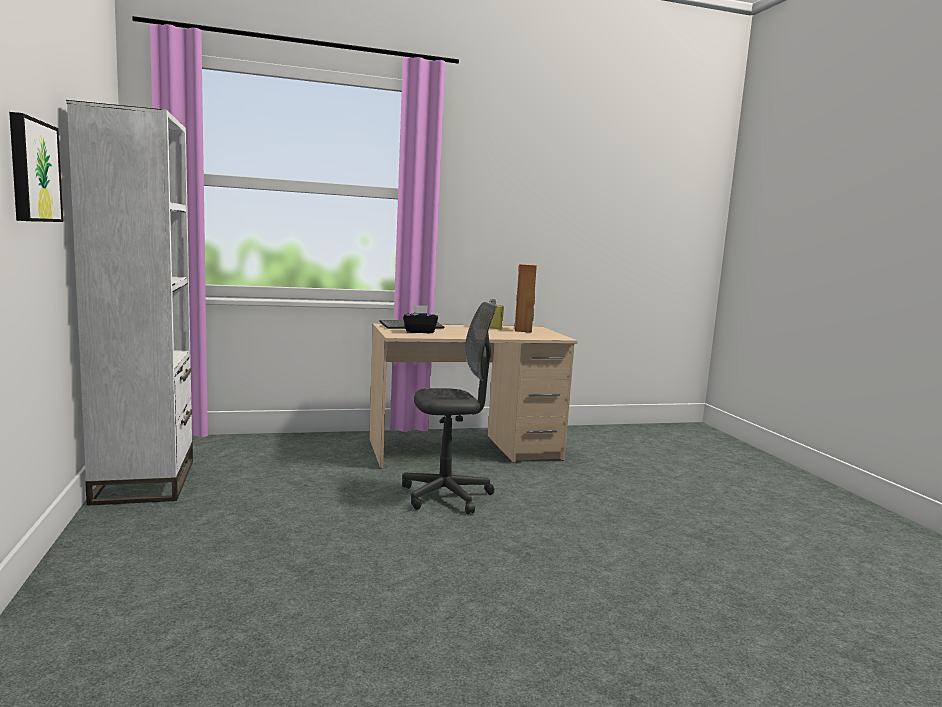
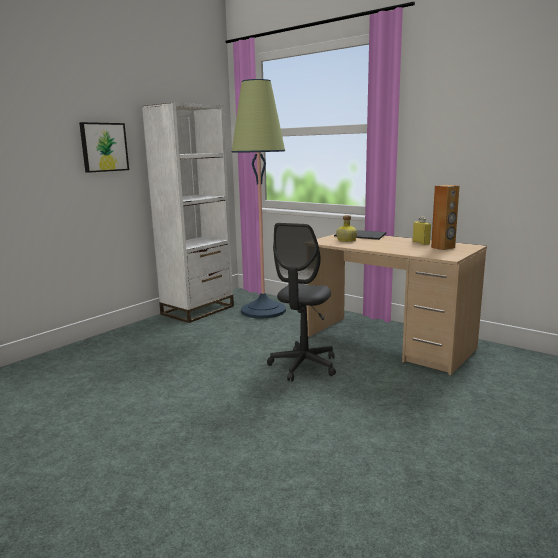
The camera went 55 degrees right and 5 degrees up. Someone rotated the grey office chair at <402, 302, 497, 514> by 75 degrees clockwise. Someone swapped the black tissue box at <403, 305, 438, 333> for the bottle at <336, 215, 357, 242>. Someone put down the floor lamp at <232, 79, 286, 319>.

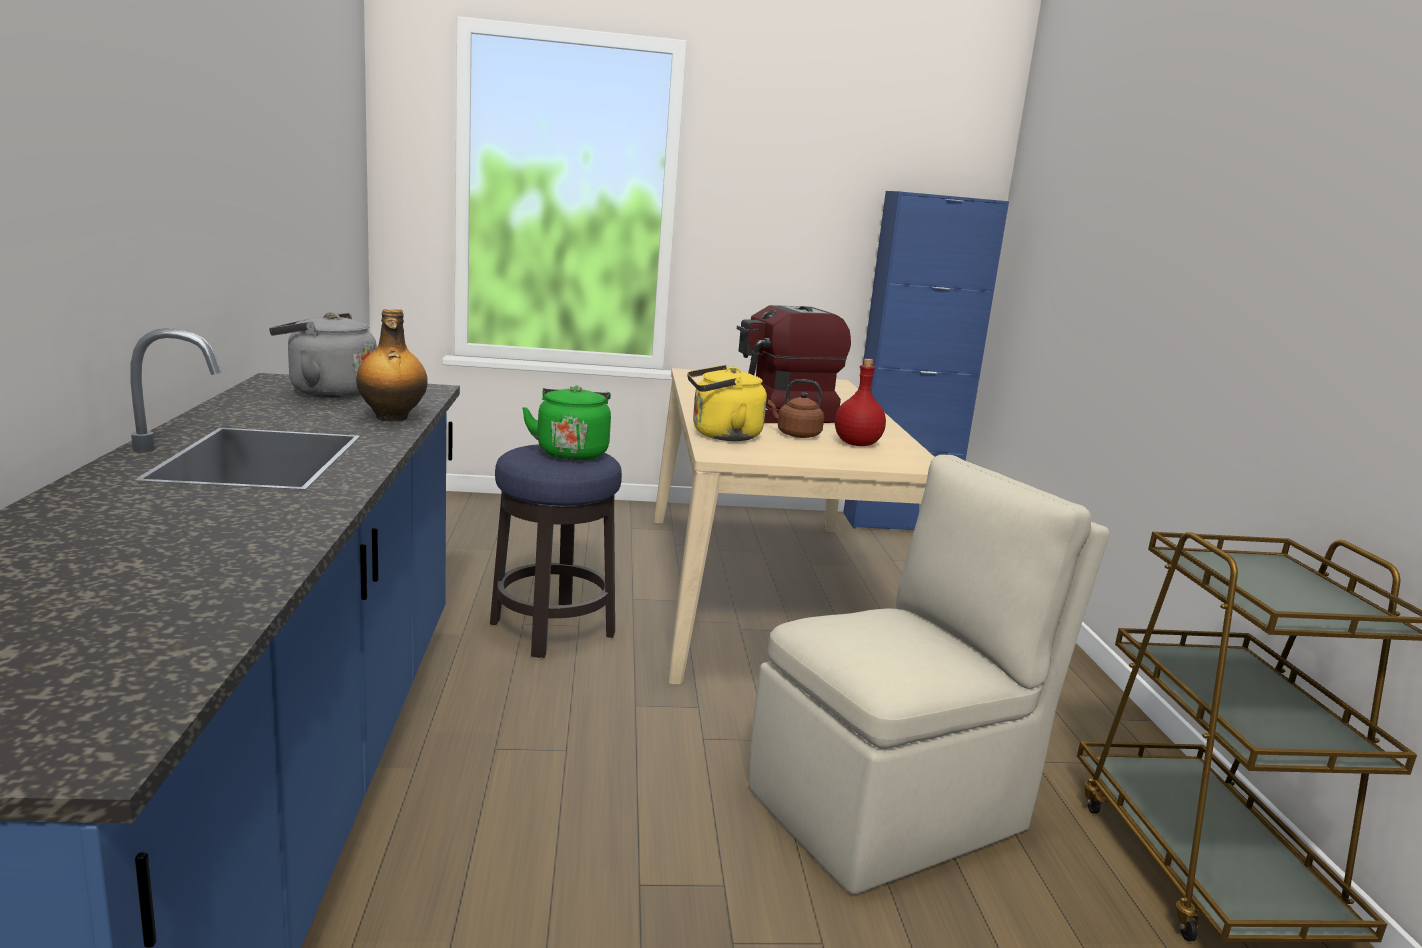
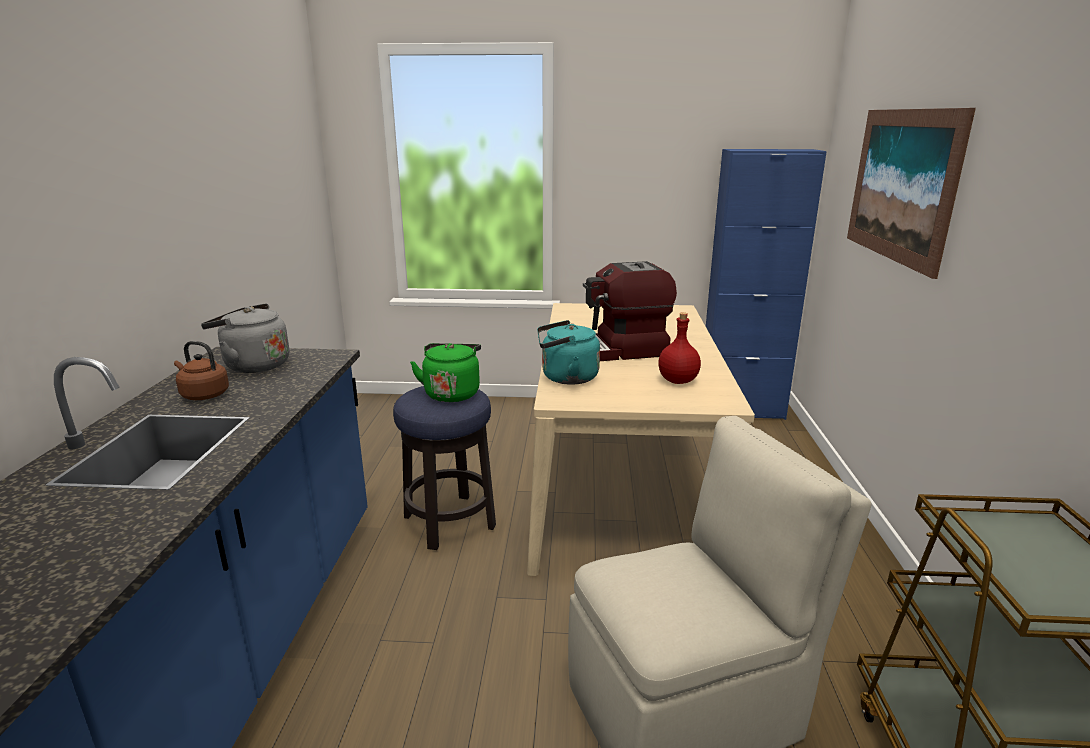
The camera went 10 degrees right and 5 degrees up. Someone took away the bottle at <356, 309, 428, 422>. Someone repainted the yellow kettle at <687, 365, 767, 441>, which became the turquoise kettle at <537, 320, 600, 385>. Someone carried the brown kettle from <768, 379, 824, 438> to <174, 341, 229, 400>. Someone put up the picture at <847, 108, 976, 279>.

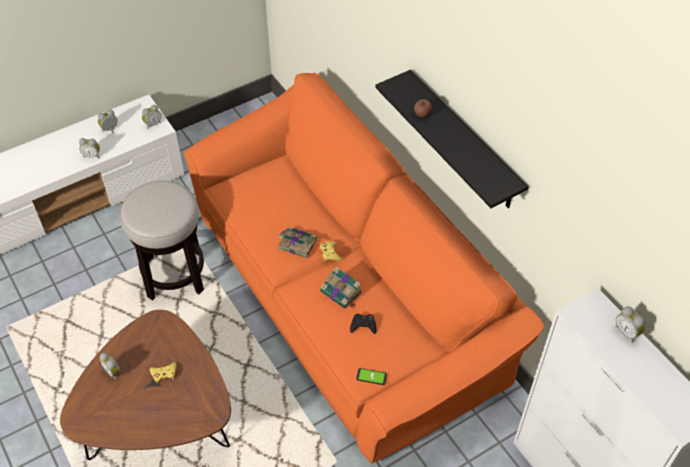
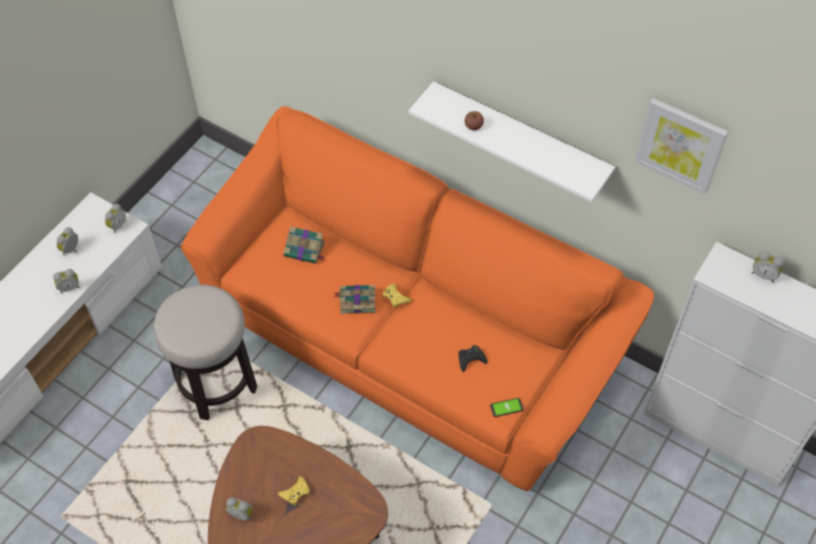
The camera went 25 degrees left and 5 degrees up. Someone repainted the black shelf at <375, 70, 529, 208>, which became the white shelf at <409, 81, 615, 202>. Someone carried the book from <320, 267, 362, 309> to <284, 226, 325, 264>. Someone put up the picture at <635, 98, 728, 194>.

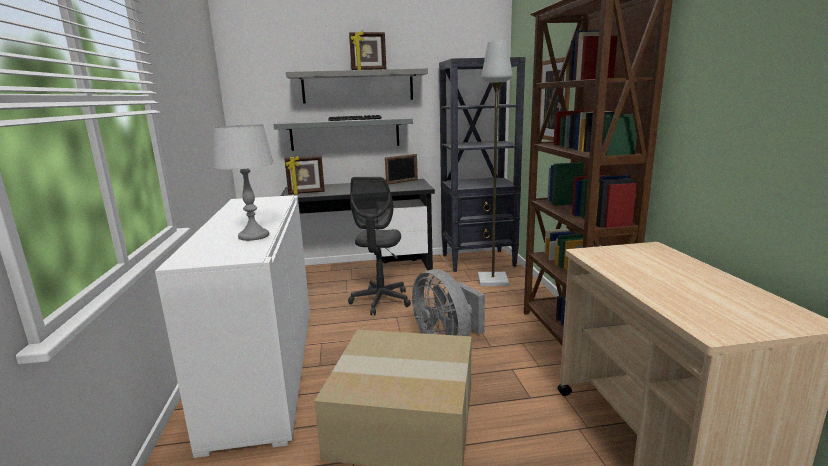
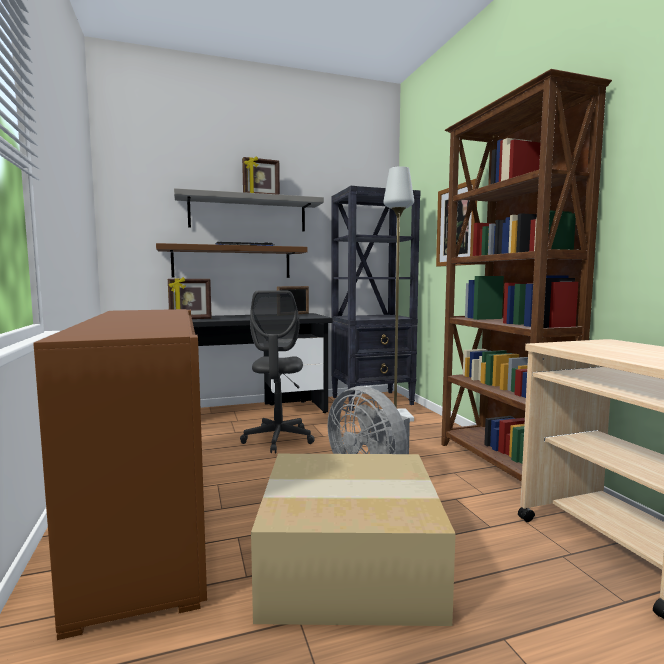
The camera went 10 degrees left and 10 degrees down. Someone repainted the grey shelf at <273, 117, 413, 151>, which became the brown shelf at <156, 243, 307, 278>. Someone took away the grey table lamp at <213, 124, 274, 241>. Someone repainted the white cabinet at <155, 195, 310, 458>, which became the brown cabinet at <33, 309, 207, 640>.

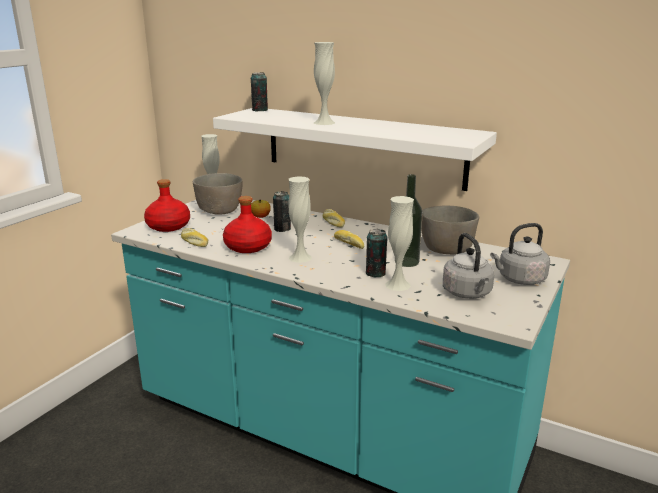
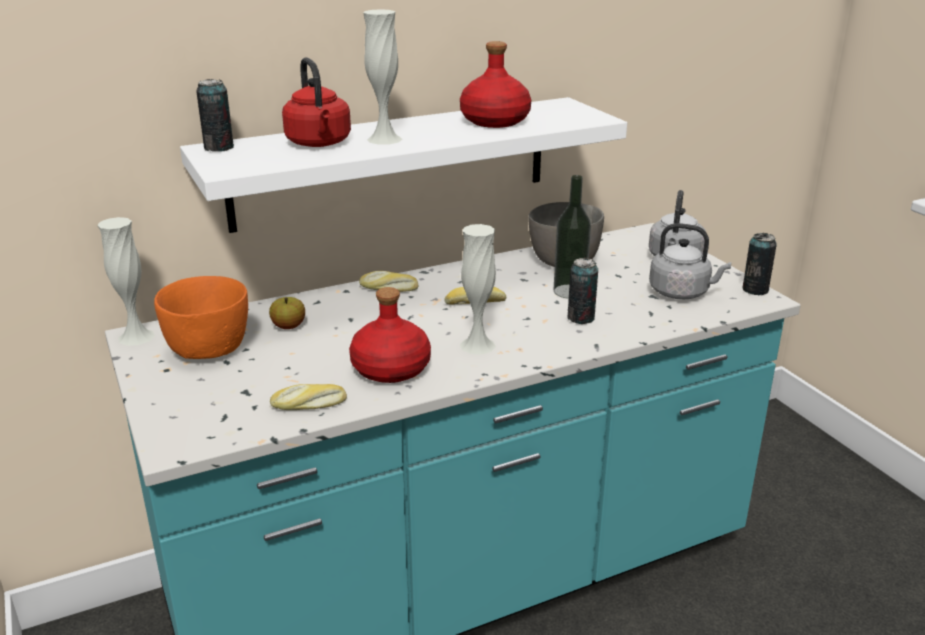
The camera went 55 degrees left and 5 degrees up. Someone repainted the grey bowl at <193, 173, 243, 215>, which became the orange bowl at <154, 276, 248, 359>. Someone carried the red bottle from <144, 179, 190, 232> to <460, 41, 531, 128>. Someone carried the can from <273, 191, 291, 232> to <743, 233, 777, 295>. Someone took away the white vase at <385, 196, 414, 291>. Someone put down the red kettle at <282, 57, 351, 147>.

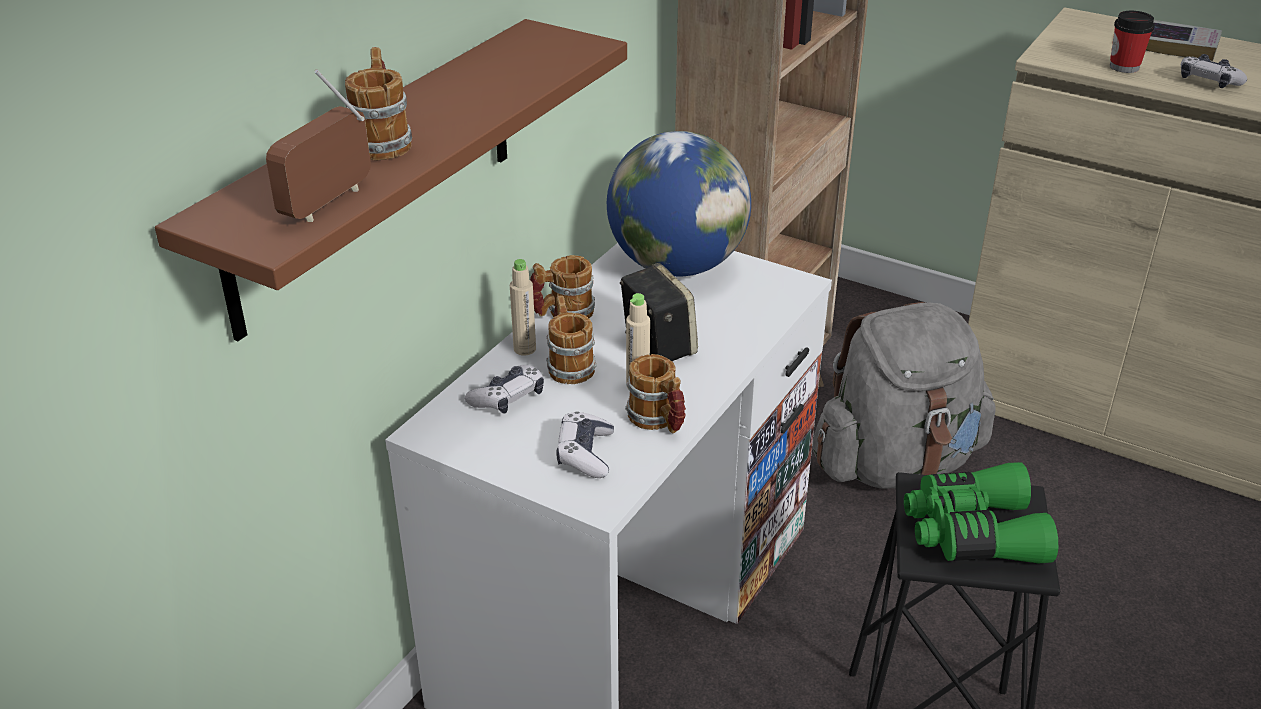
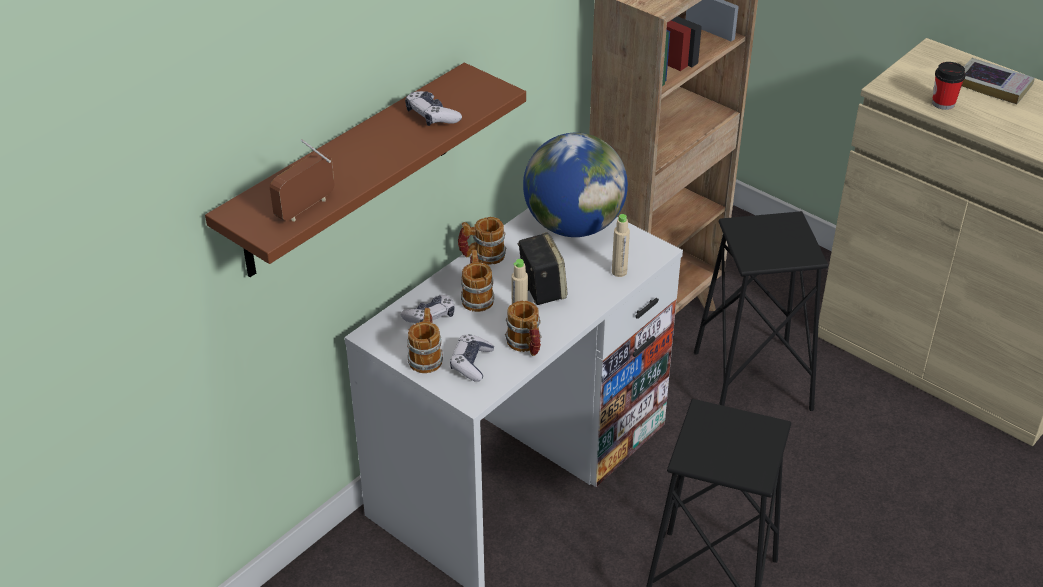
The camera went 10 degrees right and 5 degrees up. Someone carried the mug from <345, 47, 412, 160> to <407, 308, 443, 373>. Someone carried the game controller from <1181, 54, 1247, 88> to <405, 91, 462, 126>. Someone carried the beige bottle from <510, 259, 536, 356> to <612, 214, 630, 277>. Someone swapped the grey backpack at <812, 302, 996, 489> for the black stool at <694, 211, 828, 411>. Someone took away the green binoculars at <904, 462, 1058, 563>.

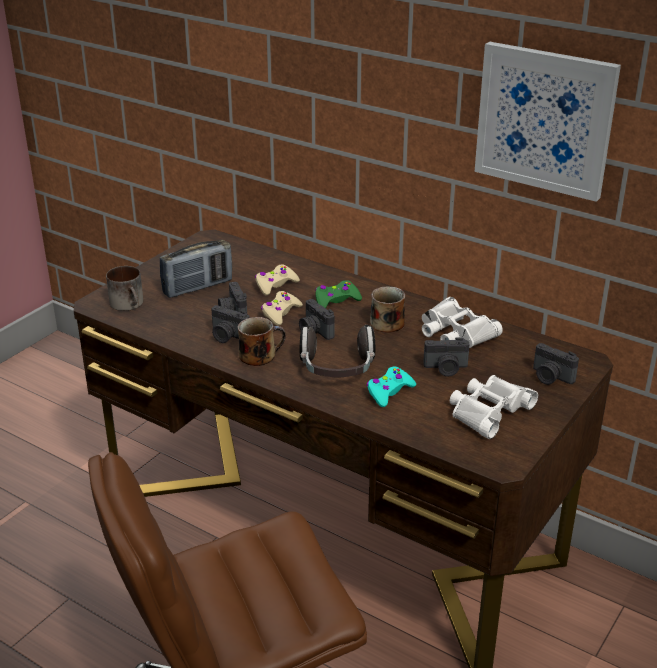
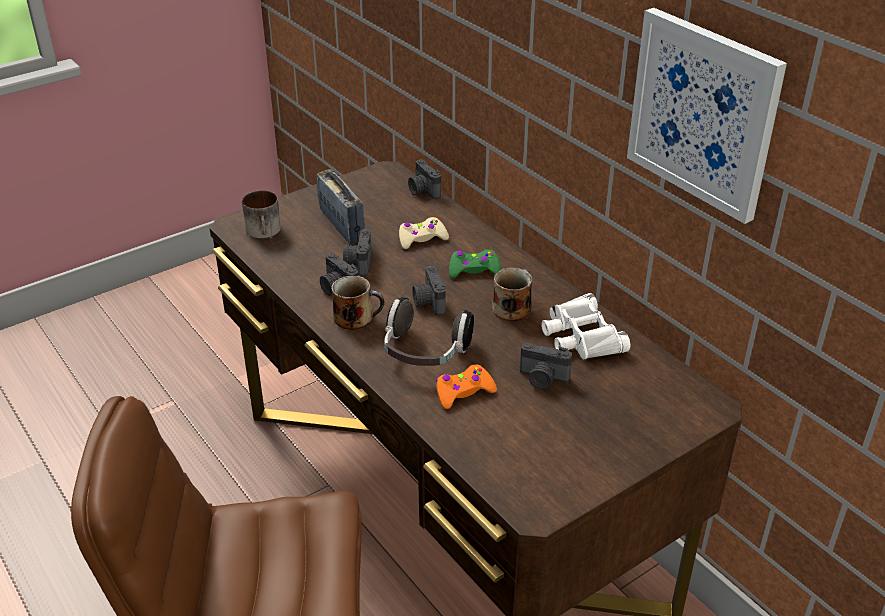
The camera went 20 degrees right and 5 degrees up. Someone rotated the radio at <160, 240, 232, 298> by 105 degrees counterclockwise. Someone took away the beige game controller at <261, 291, 303, 326>. Someone carried the photo camera from <533, 343, 579, 385> to <408, 160, 441, 199>. Someone repainted the turquoise game controller at <366, 366, 416, 407>, which became the orange game controller at <436, 365, 497, 409>. Someone took away the white binoculars at <450, 375, 538, 439>.

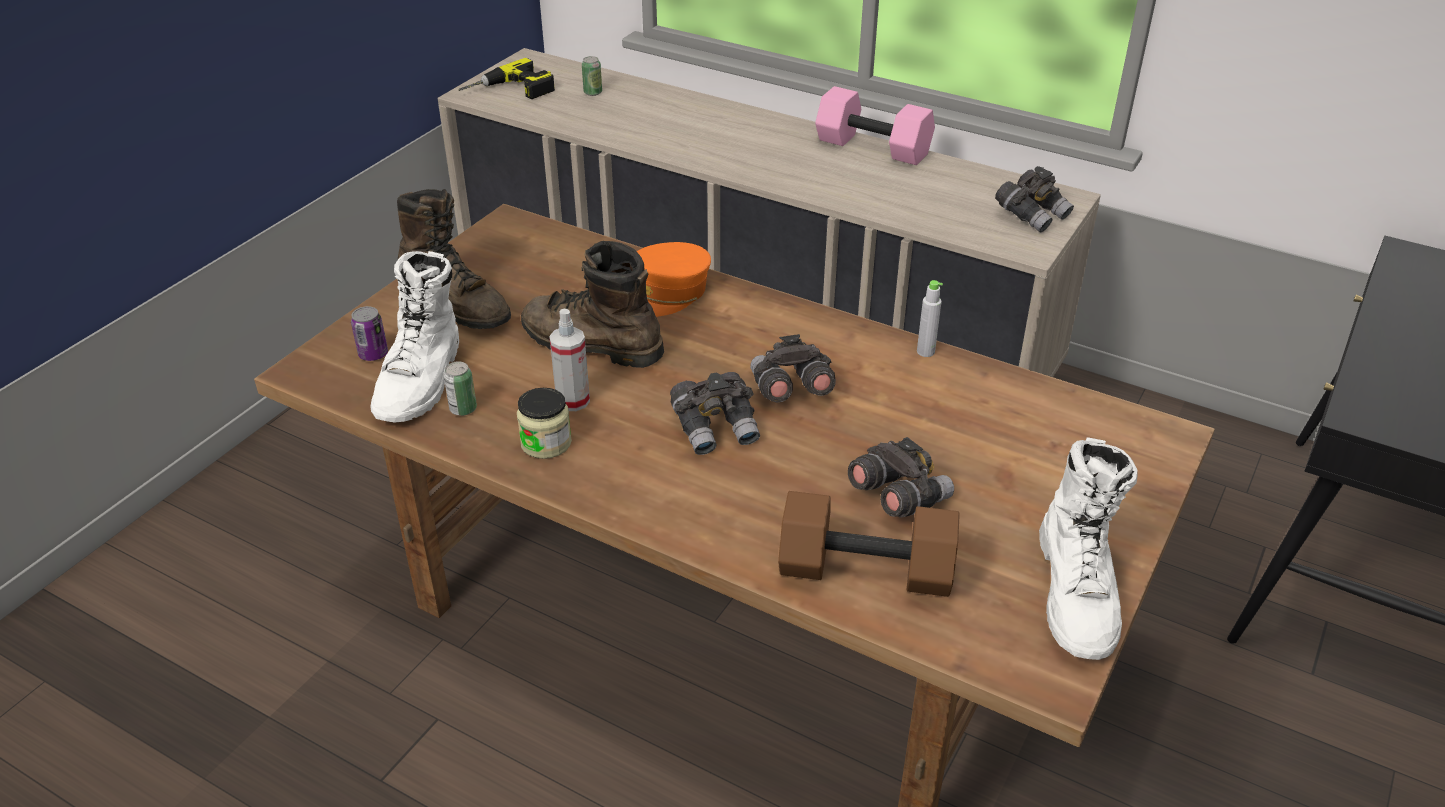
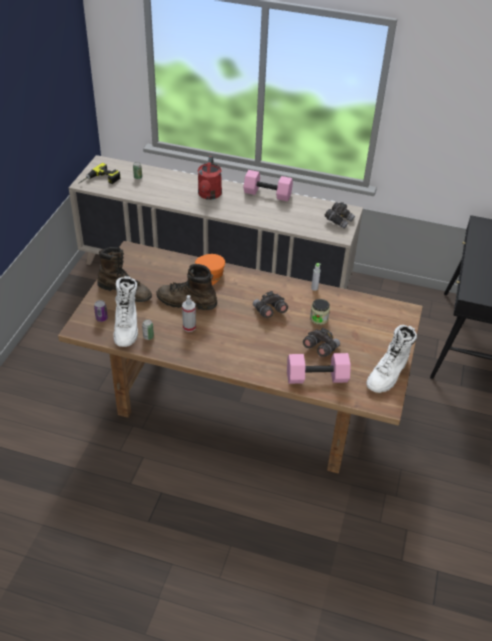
The camera went 15 degrees left and 5 degrees up. Someone took away the grey binoculars at <670, 372, 760, 455>. Someone carried the jar from <517, 388, 572, 459> to <310, 299, 330, 325>. Someone rotated the white boot at <1039, 438, 1138, 660> by 45 degrees clockwise. Someone repainted the brown dumbbell at <778, 491, 960, 597>, which became the pink dumbbell at <287, 353, 351, 384>. Someone put down the red watering can at <198, 156, 222, 200>.

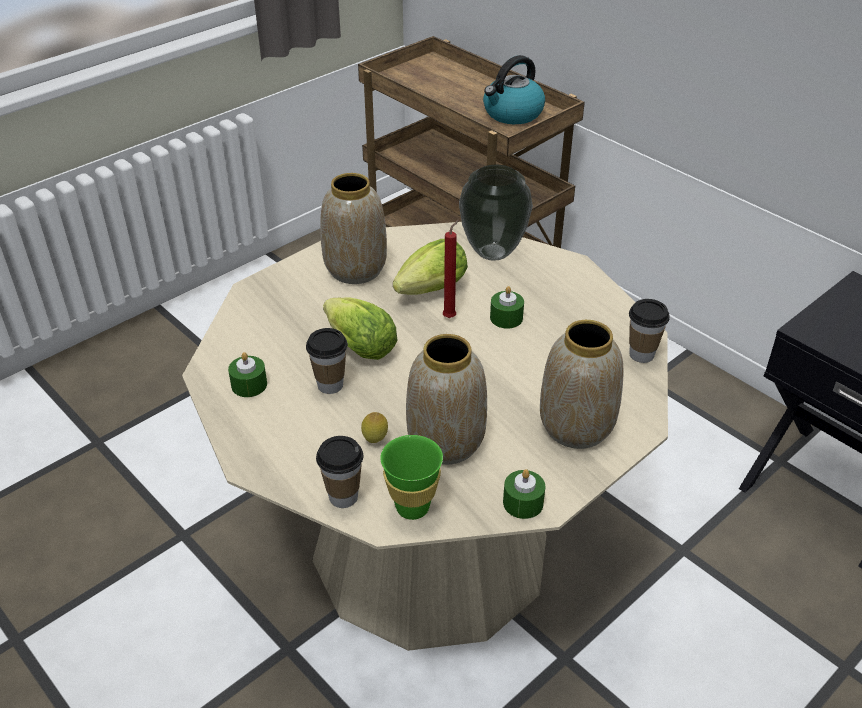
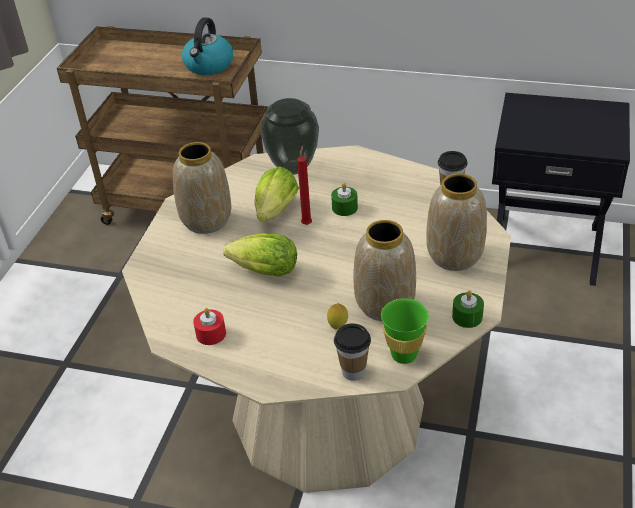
The camera went 30 degrees left and 0 degrees up. Someone took away the cup at <306, 328, 348, 394>. Someone repainted the green candle at <228, 352, 267, 397>, which became the red candle at <193, 308, 226, 345>.

